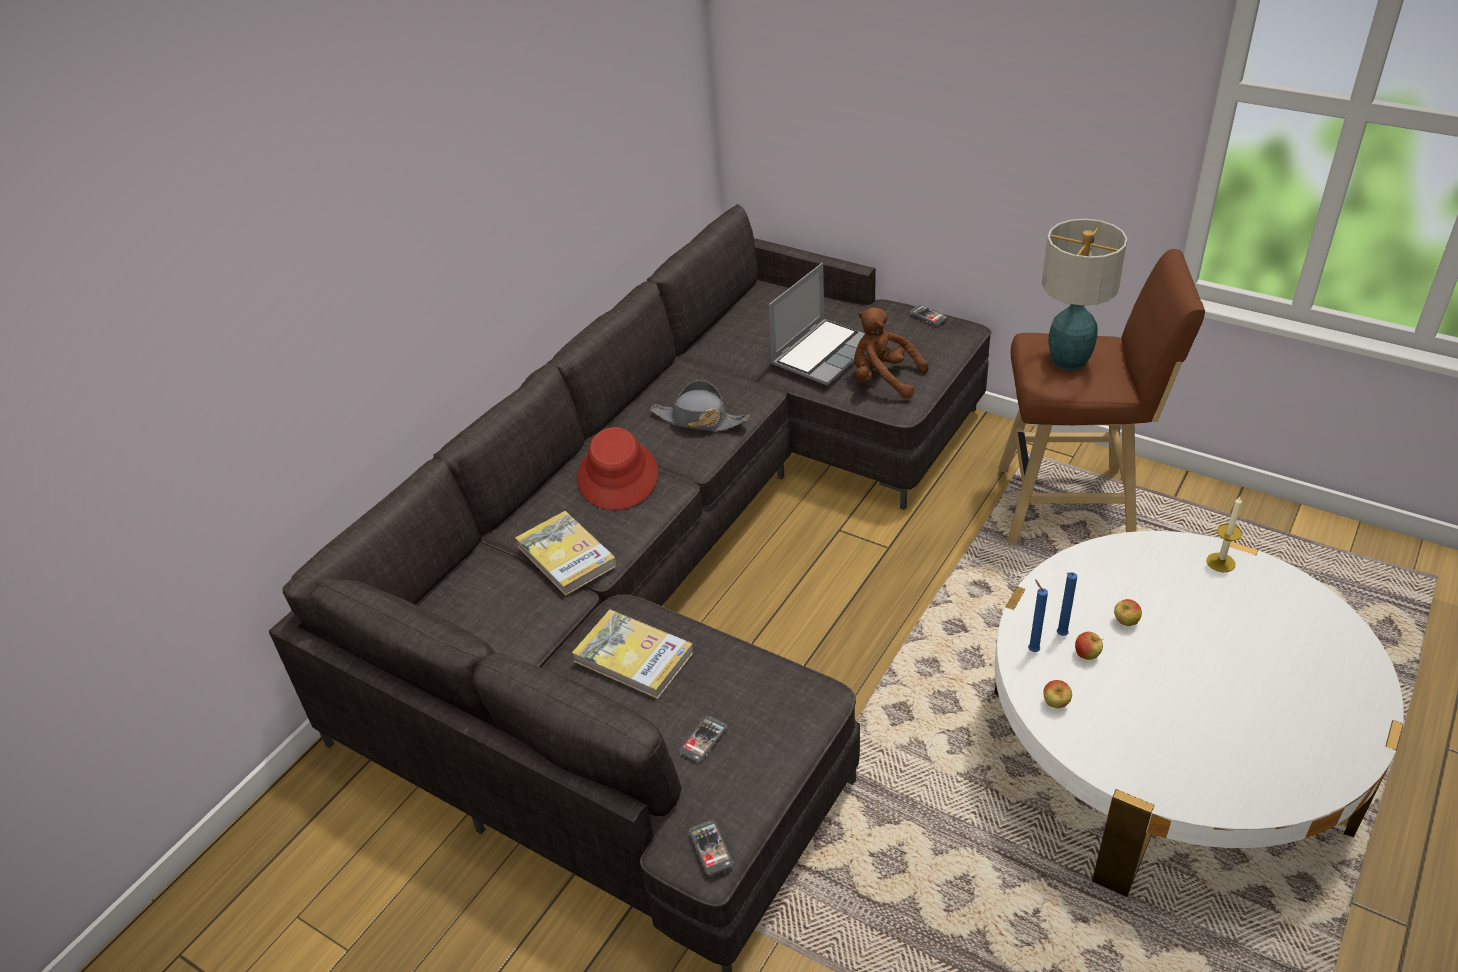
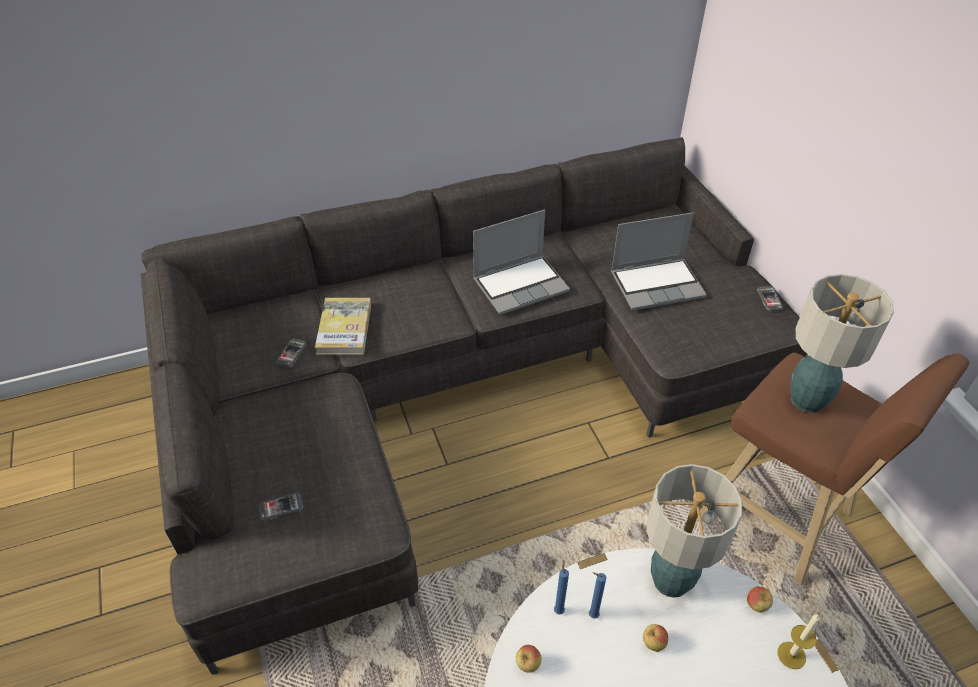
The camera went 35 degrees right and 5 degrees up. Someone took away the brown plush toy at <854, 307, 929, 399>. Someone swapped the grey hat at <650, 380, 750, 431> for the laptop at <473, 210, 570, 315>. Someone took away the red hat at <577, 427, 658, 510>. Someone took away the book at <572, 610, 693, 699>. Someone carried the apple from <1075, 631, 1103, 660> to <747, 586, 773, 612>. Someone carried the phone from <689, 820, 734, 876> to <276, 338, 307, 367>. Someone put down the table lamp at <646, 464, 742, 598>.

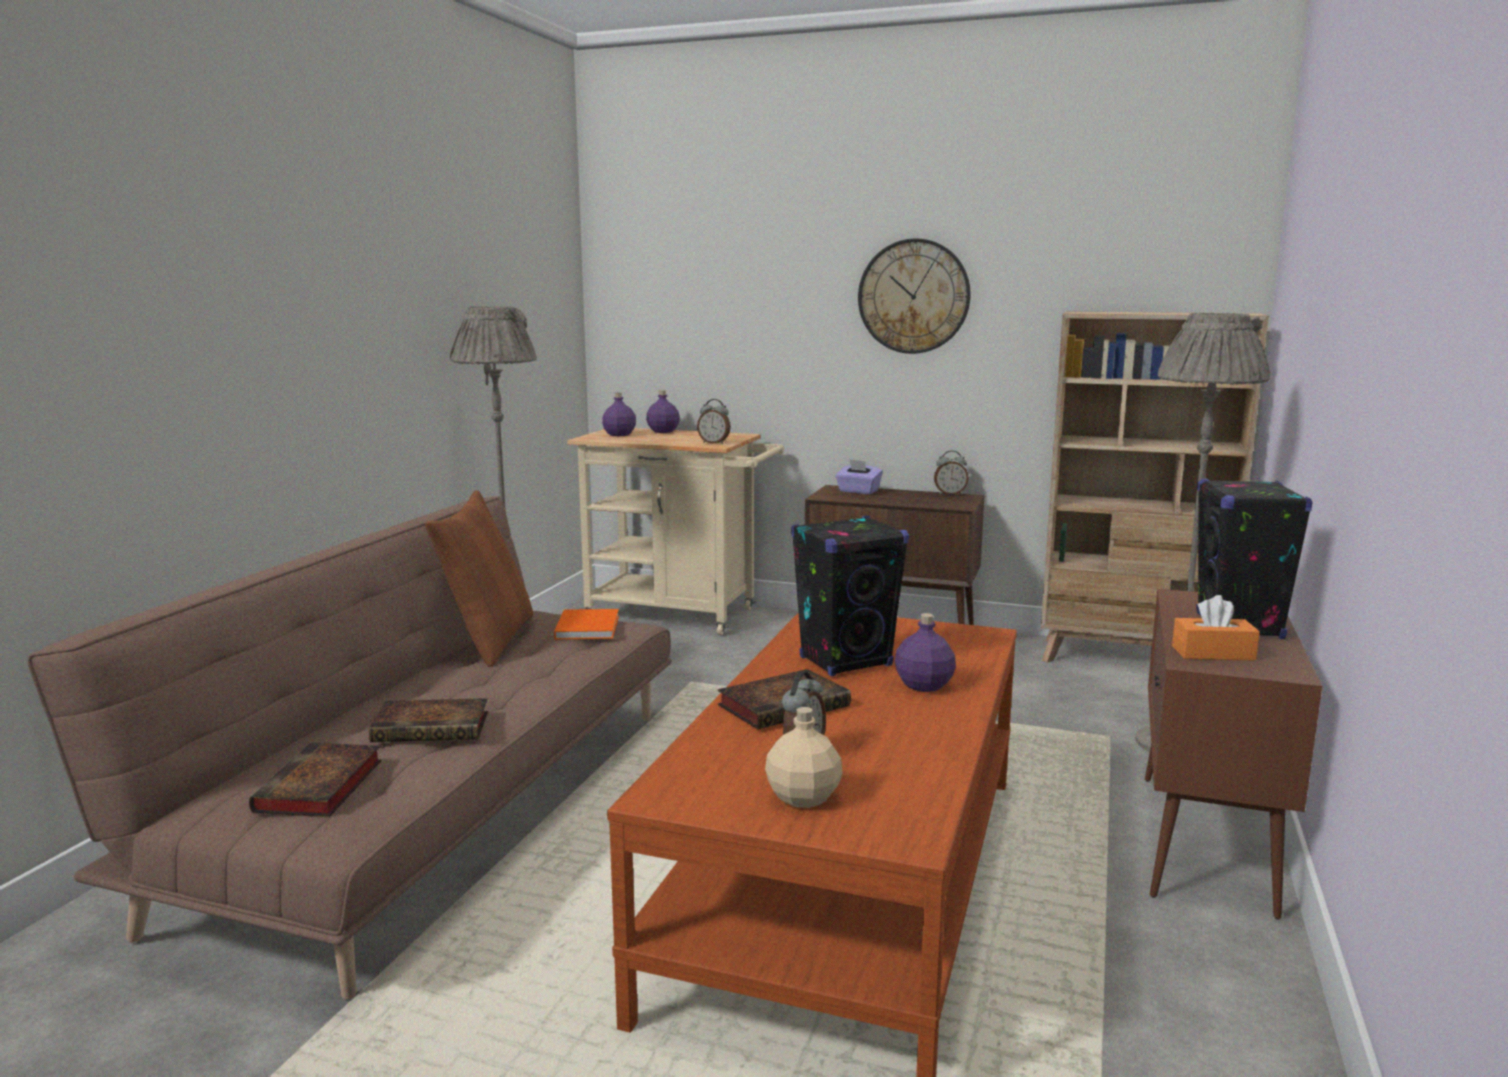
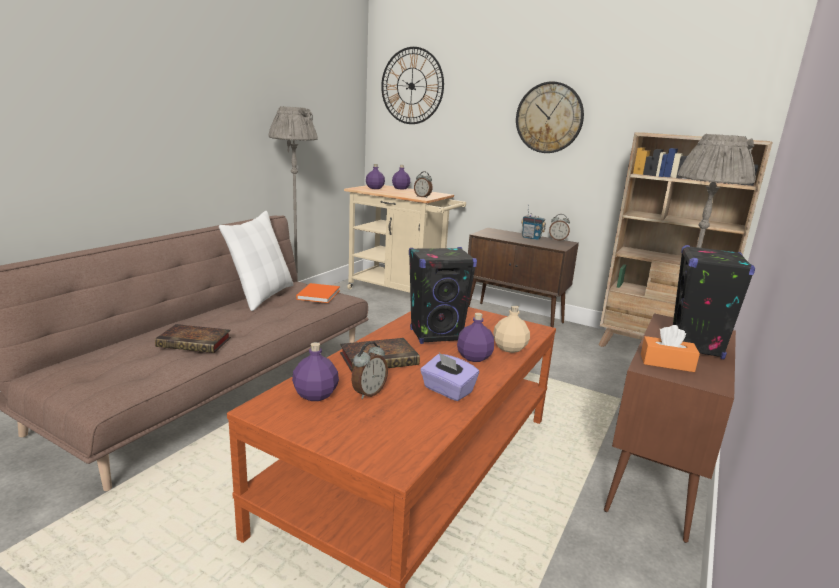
The camera went 10 degrees right and 5 degrees up. Someone carried the purple tissue box from <835, 459, 883, 494> to <420, 353, 479, 401>. Someone repainted the brown pillow at <425, 490, 533, 667>, which became the white pillow at <219, 211, 294, 311>. Someone carried the beige bottle from <765, 707, 843, 808> to <493, 305, 530, 353>. Someone took away the book at <249, 742, 381, 817>. Someone put up the wall clock at <381, 47, 444, 124>. Someone put down the radio at <521, 204, 546, 240>. Someone put down the purple bottle at <292, 342, 339, 401>.

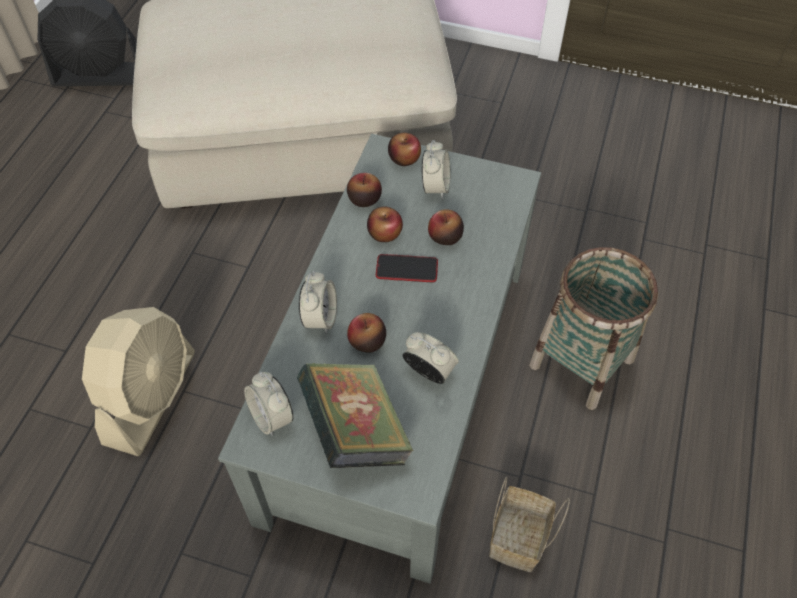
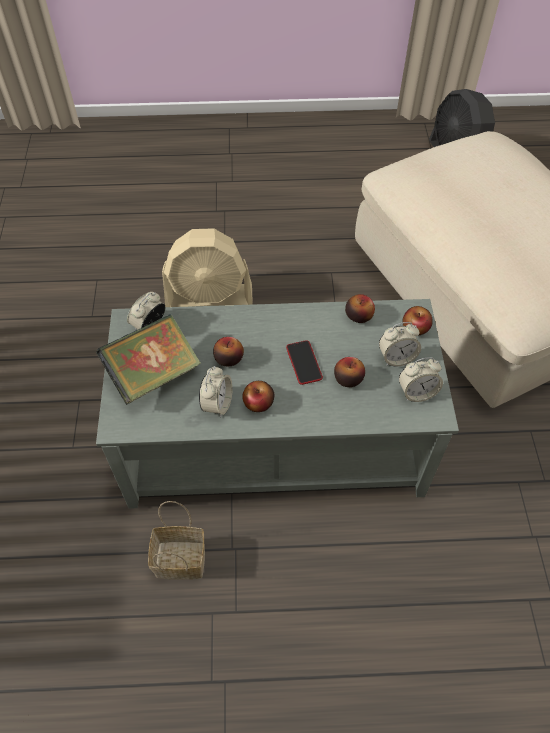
The camera went 70 degrees right and 0 degrees up. Someone carried the apple from <367, 207, 403, 242> to <242, 381, 274, 412>. Someone took away the basket at <529, 247, 658, 410>. Someone carried the alarm clock from <299, 271, 337, 334> to <399, 358, 443, 402>.

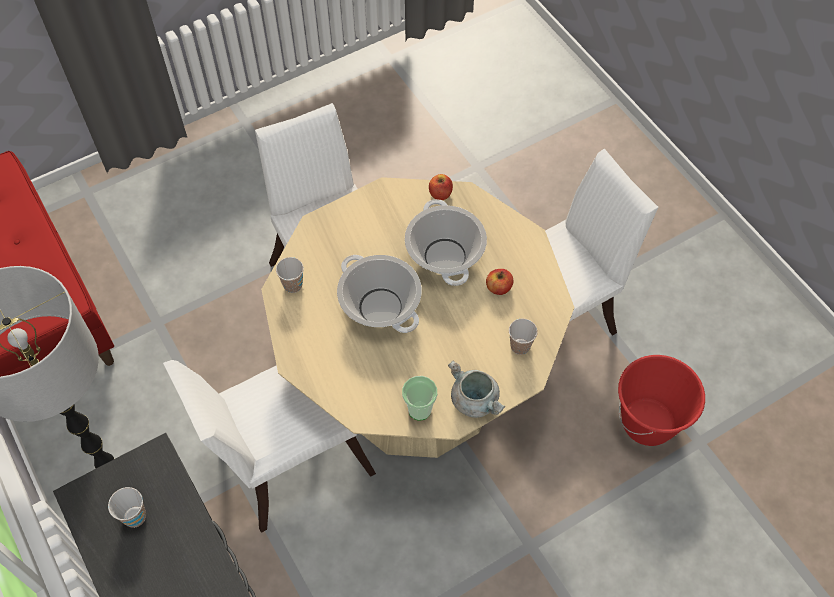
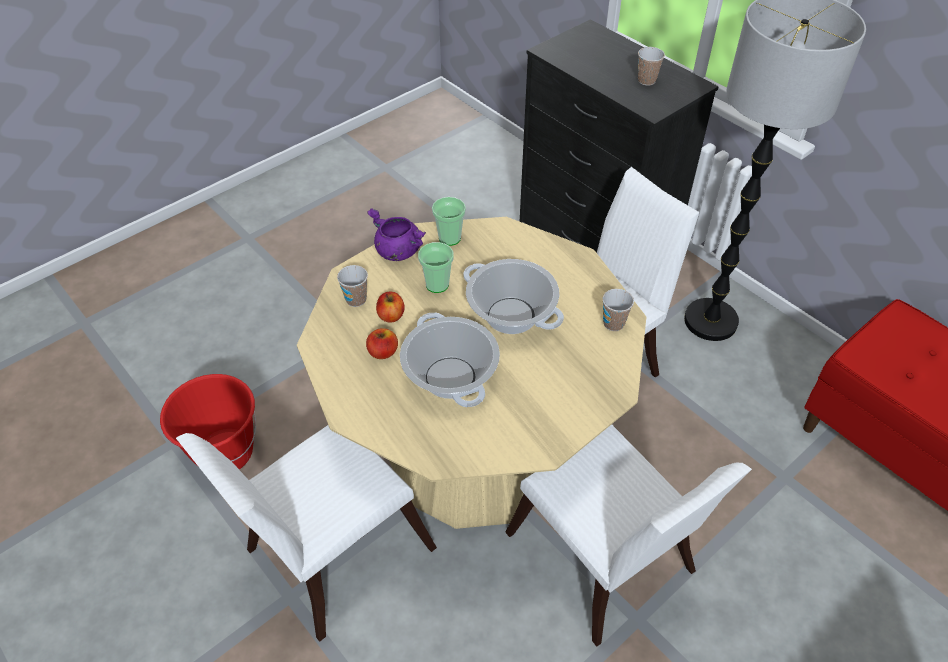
The camera went 170 degrees right and 10 degrees down. Someone carried the apple from <429, 174, 453, 200> to <376, 292, 405, 323>. Someone repainted the grey cooking pot at <448, 361, 505, 418>, which became the purple cooking pot at <367, 208, 426, 261>. Someone put down the cup at <418, 242, 454, 293>.

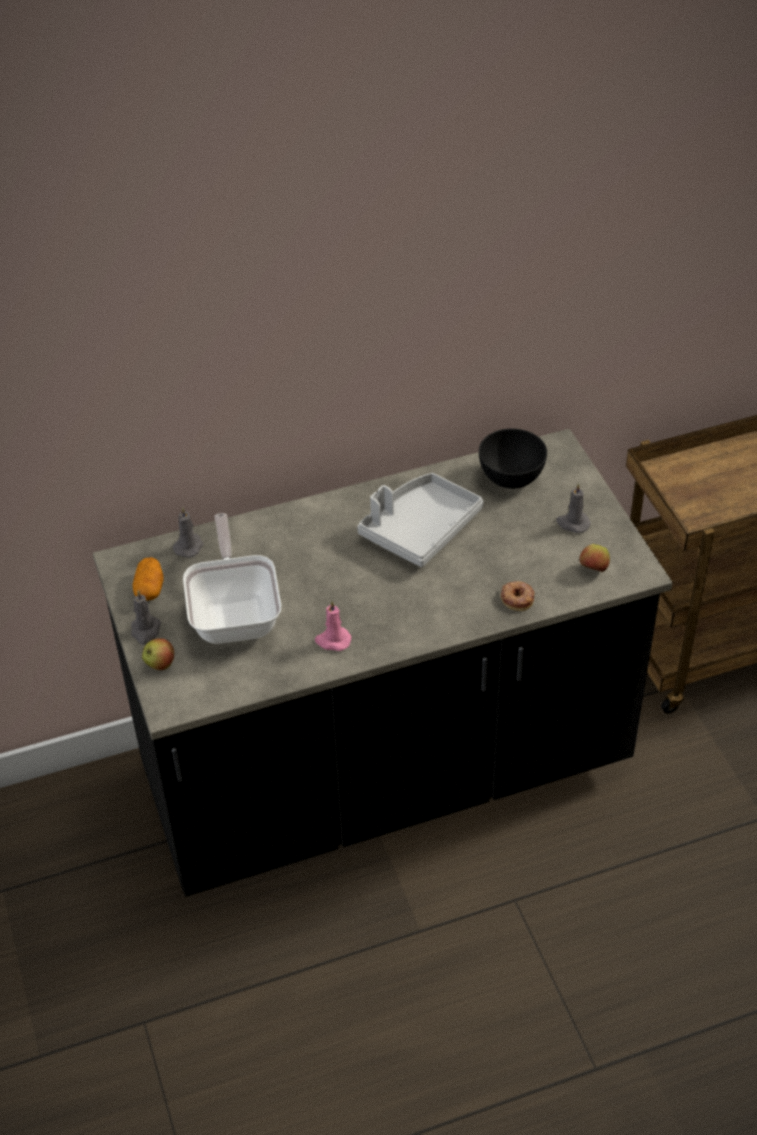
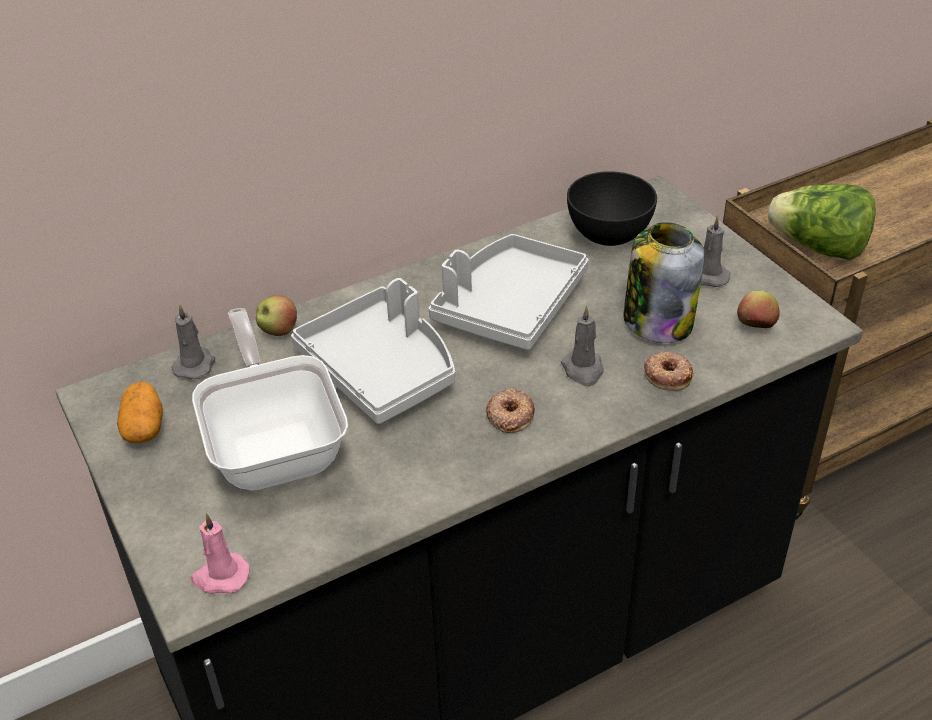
The camera went 10 degrees left and 5 degrees down. Someone carried the grey candle from <131, 590, 161, 645> to <561, 306, 604, 386>. Someone carried the pink candle from <315, 601, 351, 651> to <190, 513, 250, 594>. Someone carried the apple from <142, 638, 174, 670> to <256, 295, 297, 336>. Someone put down the lettuce at <768, 184, 876, 260>. Someone put down the jar at <623, 222, 704, 343>. Someone put down the grey tray at <291, 278, 455, 424>. Someone put down the donut at <486, 388, 535, 433>.

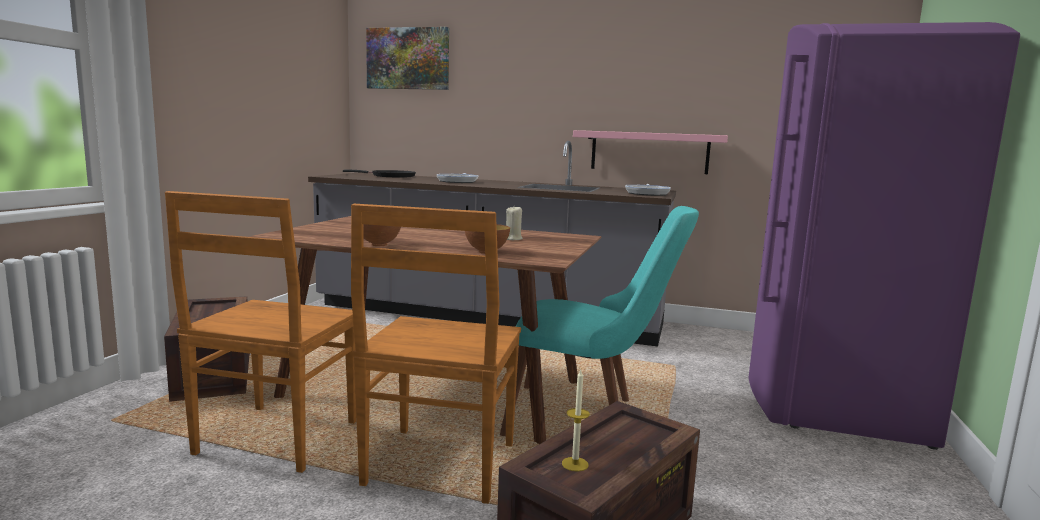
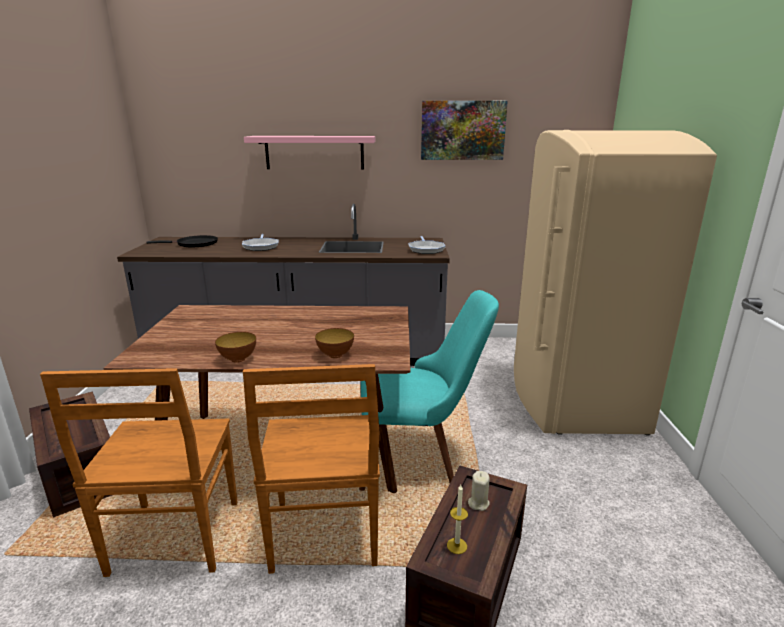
The camera went 15 degrees left and 10 degrees up. Someone repainted the purple fridge at <749, 22, 1020, 450>, which became the beige fridge at <514, 130, 717, 436>. Someone carried the picture from <366, 27, 449, 90> to <421, 101, 508, 160>. Someone carried the pink shelf from <573, 130, 728, 174> to <244, 136, 375, 169>. Someone carried the beige candle from <506, 205, 523, 240> to <468, 471, 490, 511>.

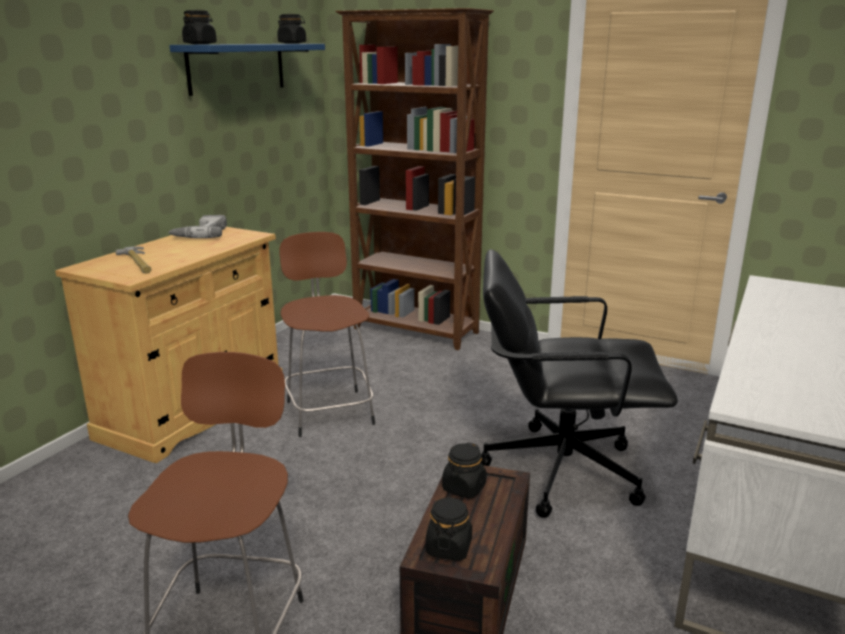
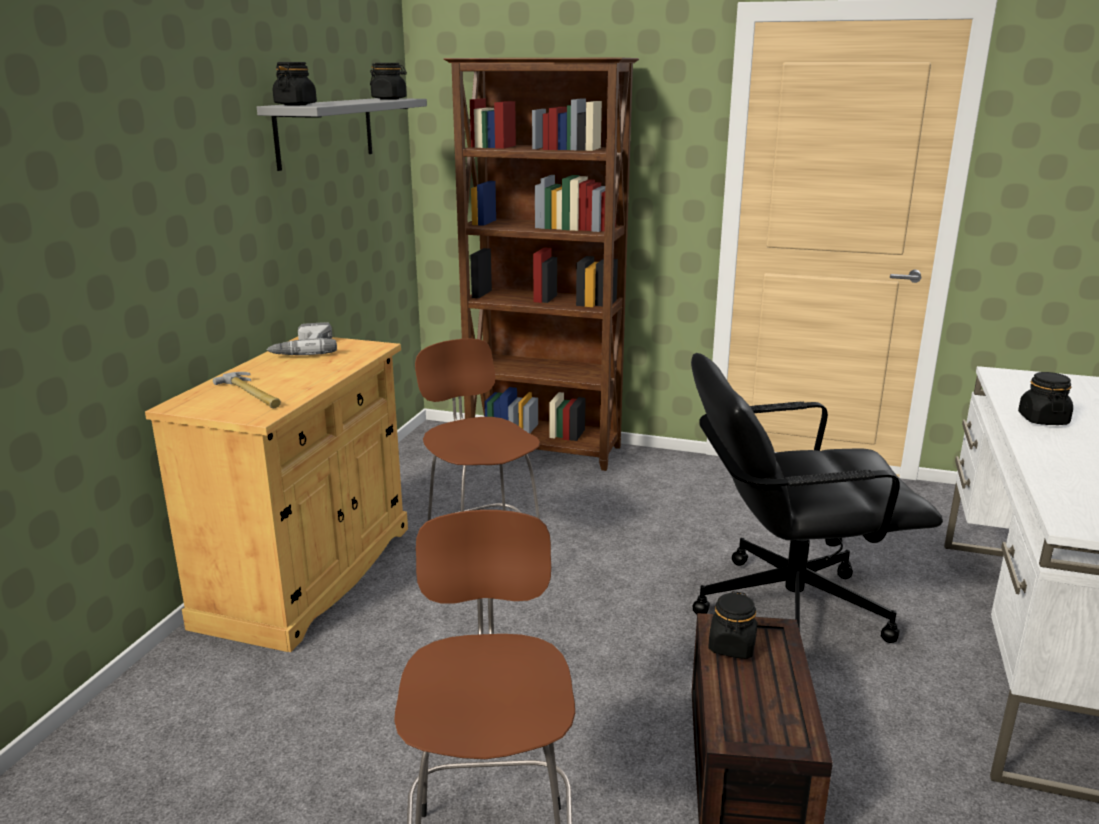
The camera went 10 degrees left and 0 degrees up. Someone repainted the blue shelf at <169, 44, 325, 96>, which became the grey shelf at <257, 98, 427, 171>. Someone carried the black jar from <426, 497, 472, 561> to <1018, 372, 1073, 425>.

